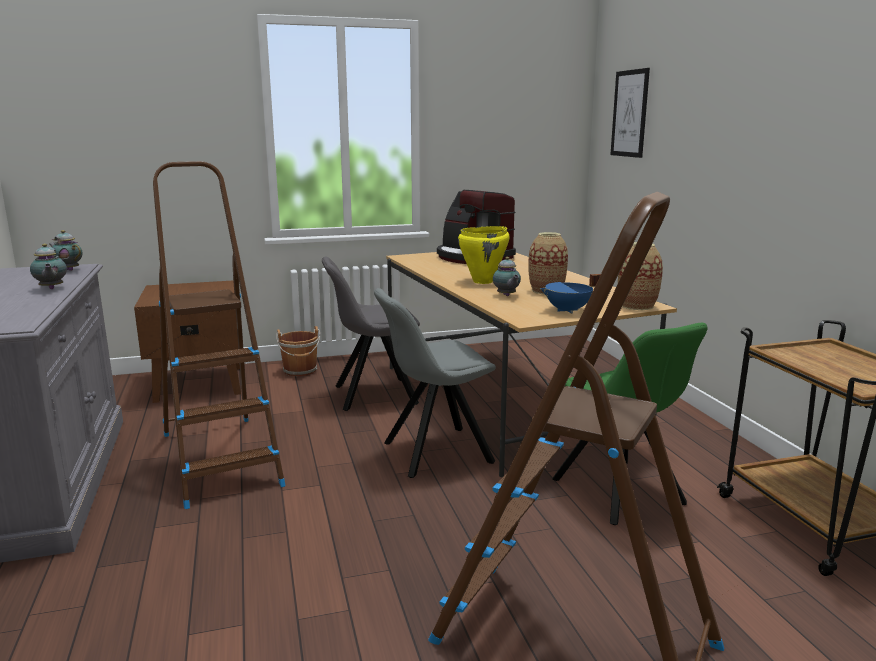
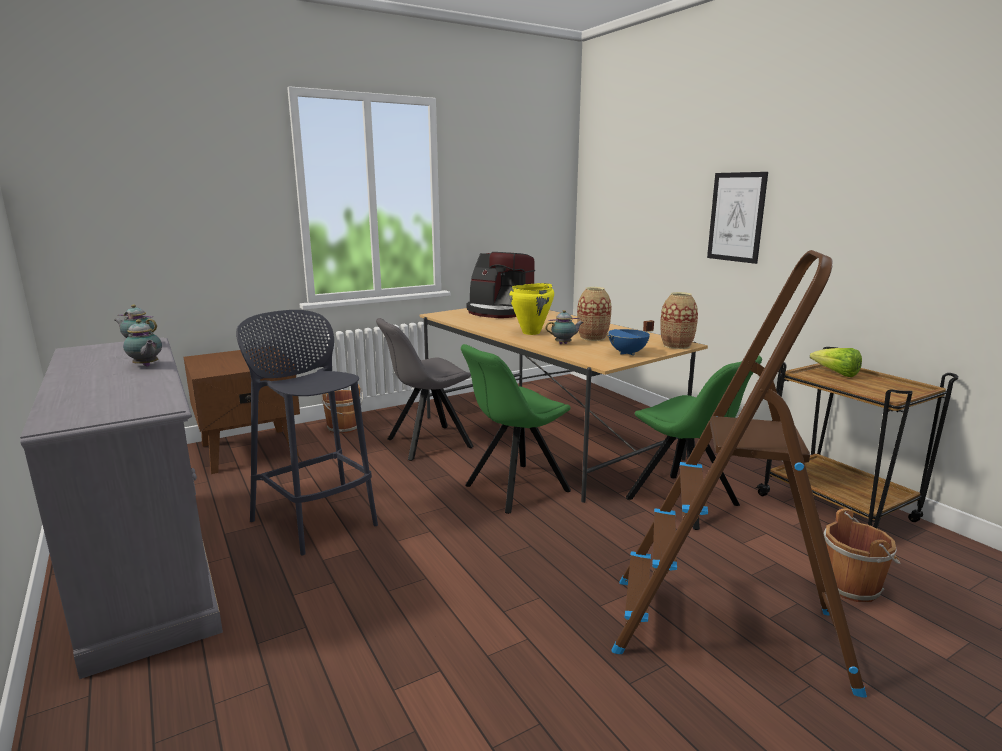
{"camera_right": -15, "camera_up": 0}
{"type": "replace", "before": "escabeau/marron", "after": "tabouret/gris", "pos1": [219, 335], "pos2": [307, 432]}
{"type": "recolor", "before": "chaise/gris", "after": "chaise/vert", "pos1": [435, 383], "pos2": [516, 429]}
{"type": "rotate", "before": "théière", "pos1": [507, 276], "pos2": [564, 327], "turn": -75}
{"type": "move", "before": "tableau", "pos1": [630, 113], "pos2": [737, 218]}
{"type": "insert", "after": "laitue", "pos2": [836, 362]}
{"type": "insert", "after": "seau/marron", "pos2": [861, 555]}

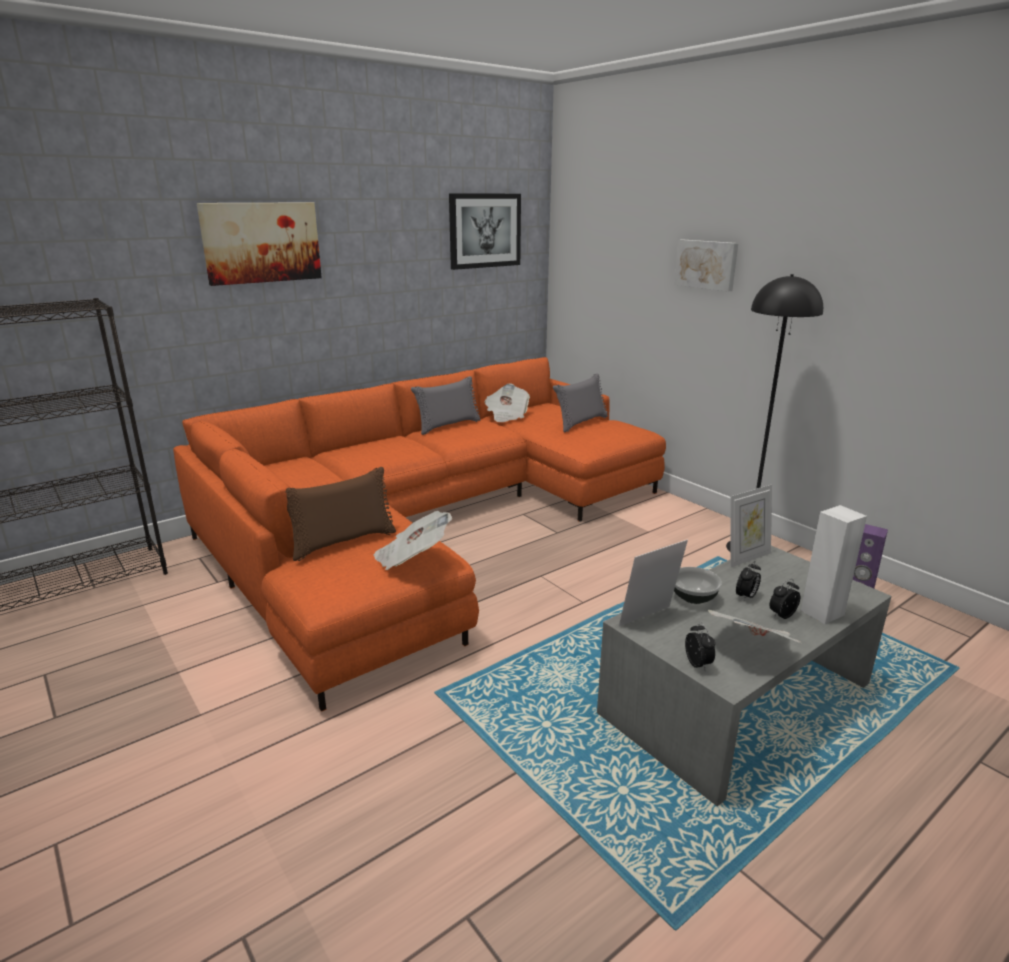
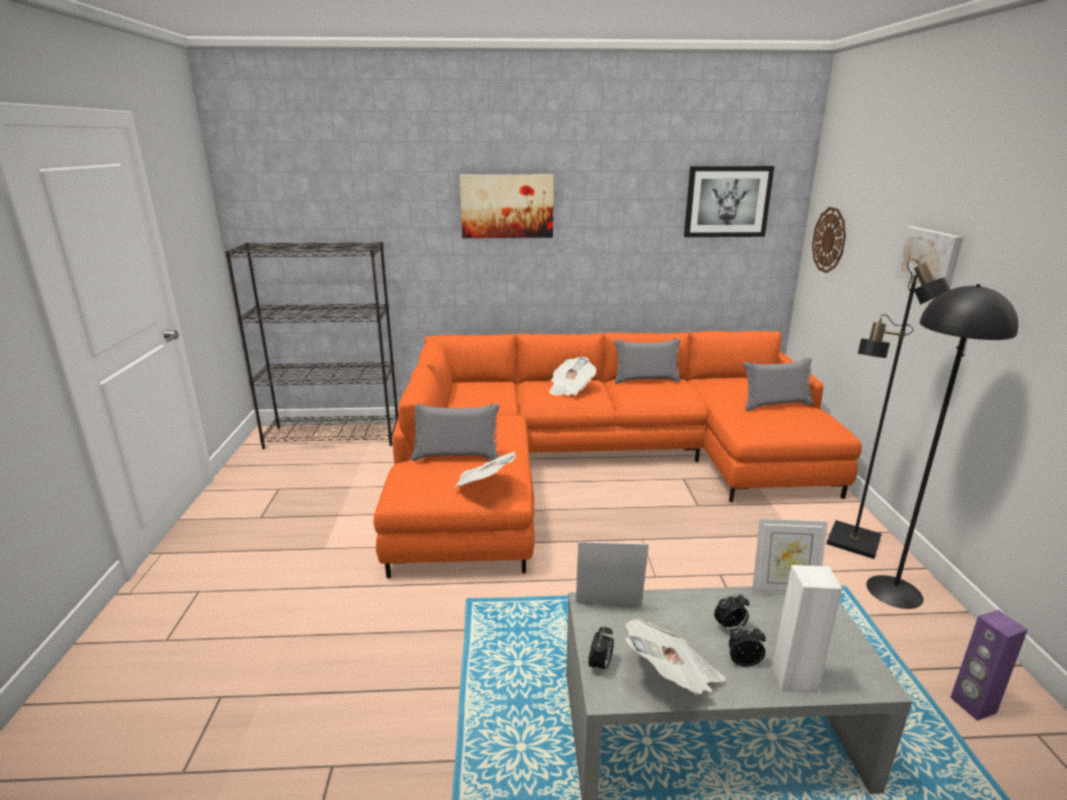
{"camera_right": 35, "camera_up": 0}
{"type": "recolor", "before": "coussin/marron", "after": "coussin/gris", "pos1": [340, 514], "pos2": [455, 432]}
{"type": "move", "before": "journal", "pos1": [507, 402], "pos2": [572, 376]}
{"type": "delete", "before": "bol", "pos1": [698, 585]}
{"type": "insert", "after": "horloge murale", "pos2": [829, 240]}
{"type": "insert", "after": "lampadaire/noir", "pos2": [888, 409]}

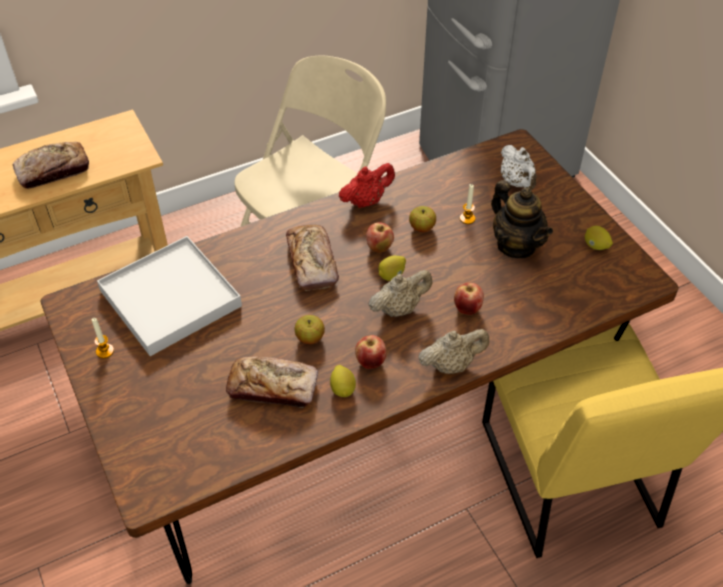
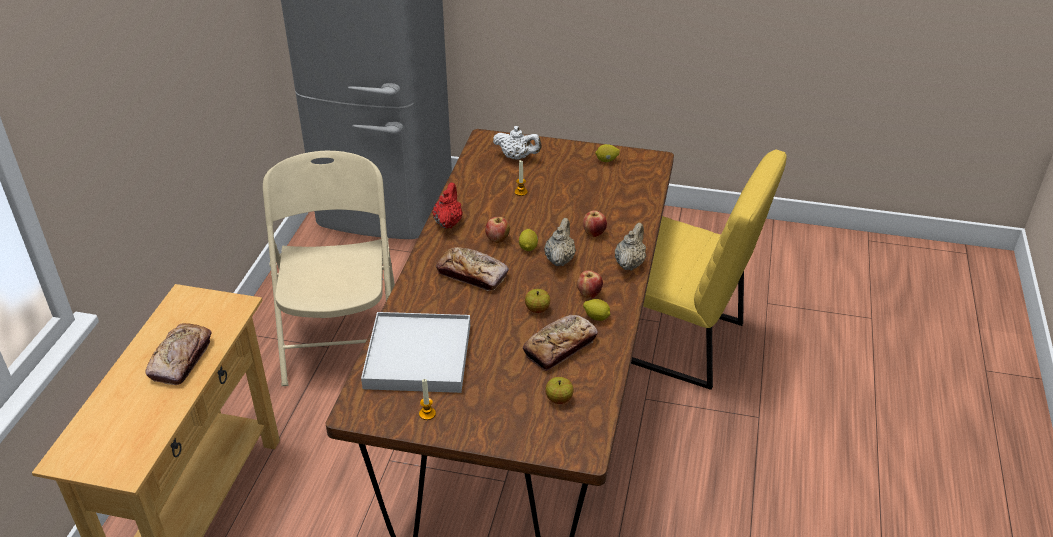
{"camera_right": -50, "camera_up": -10}
{"type": "move", "before": "pomme", "pos1": [422, 219], "pos2": [559, 390]}
{"type": "delete", "before": "théière", "pos1": [522, 219]}

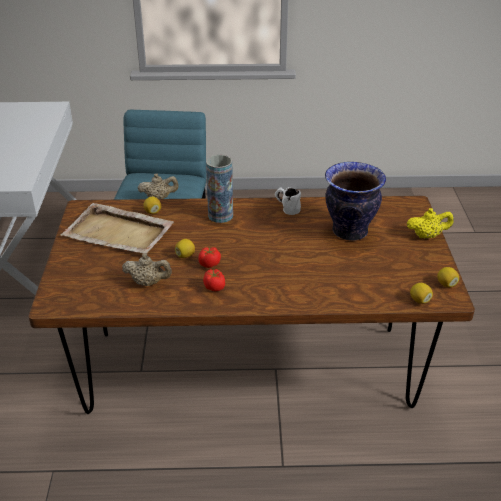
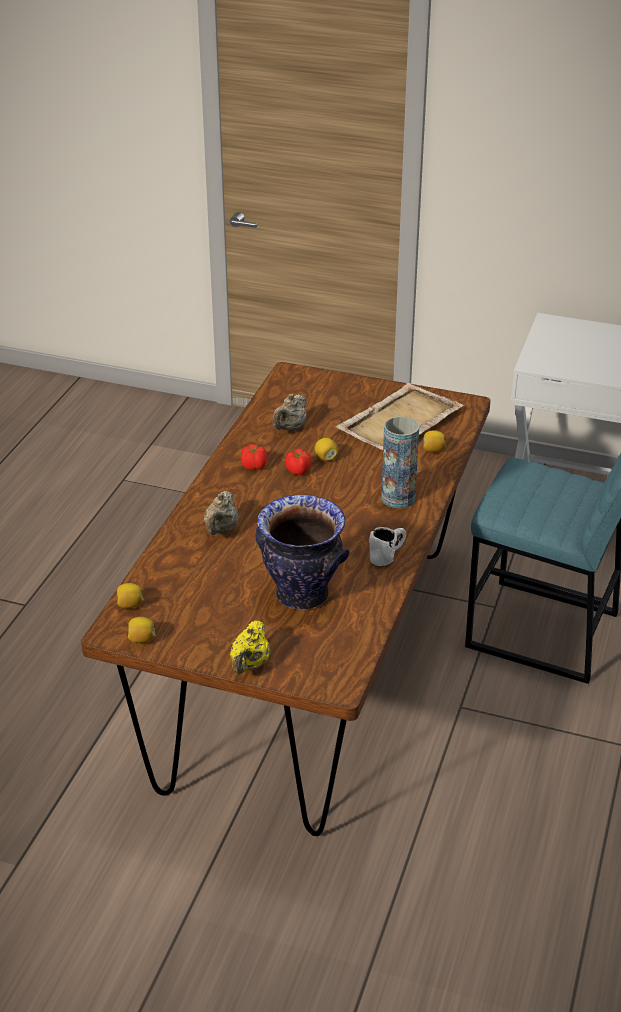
{"camera_right": 110, "camera_up": 0}
{"type": "move", "before": "théière/beige", "pos1": [158, 186], "pos2": [221, 513]}

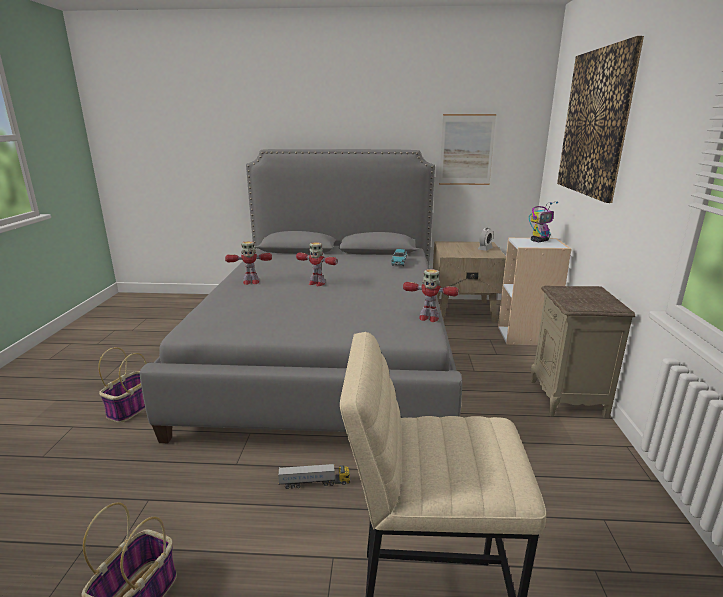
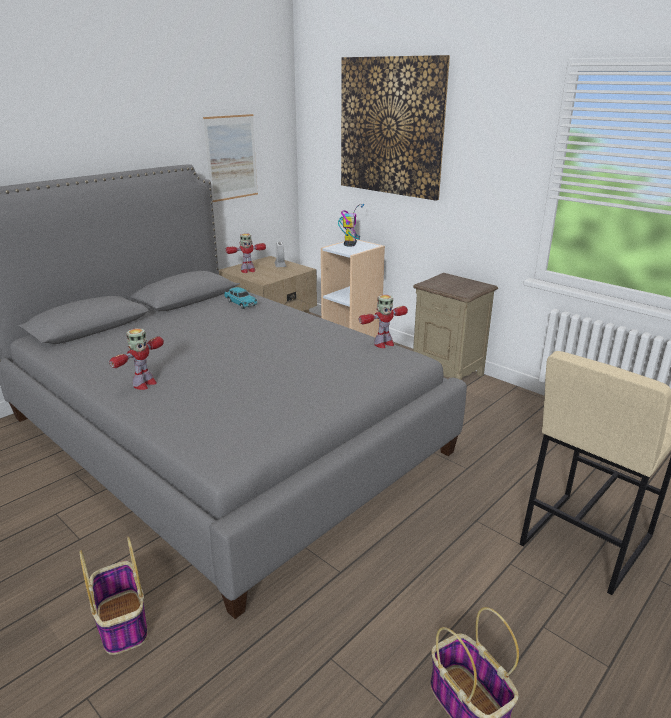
{"camera_right": -50, "camera_up": 5}
{"type": "delete", "before": "camion jouet", "pos1": [314, 476]}
{"type": "move", "before": "robot jouet", "pos1": [317, 264], "pos2": [245, 253]}

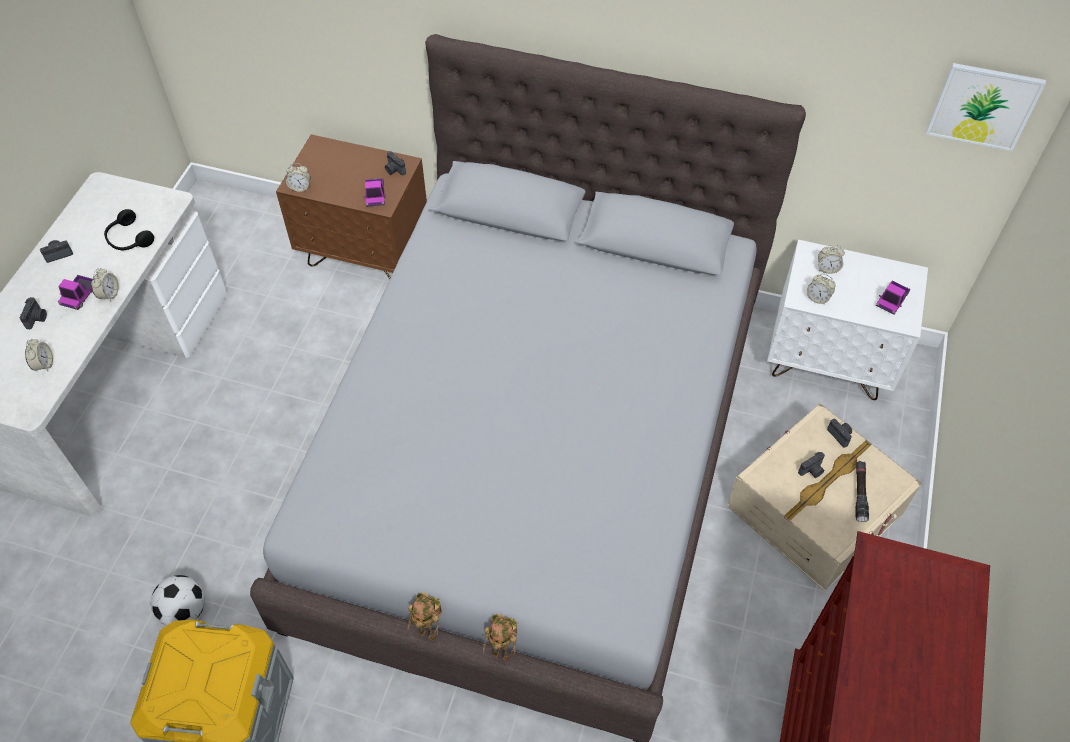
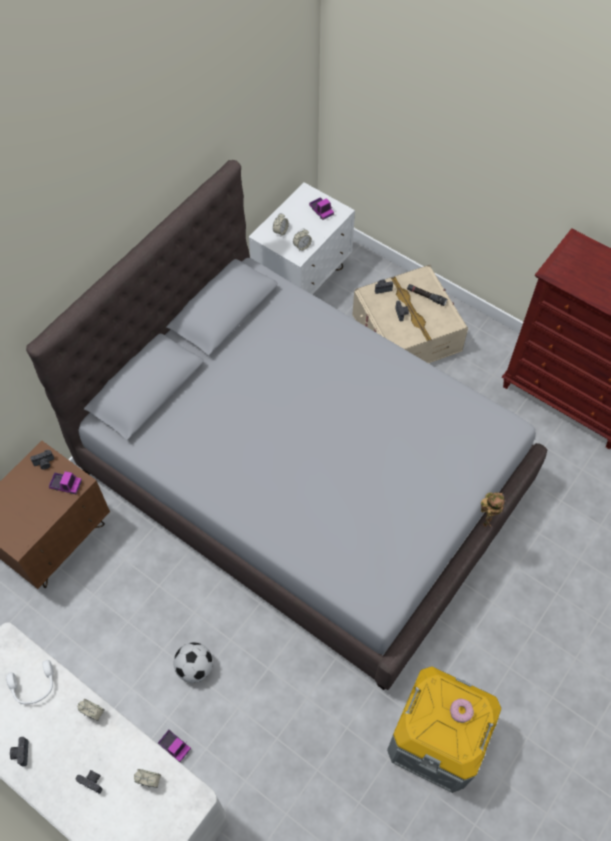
{"camera_right": -70, "camera_up": 5}
{"type": "move", "before": "camion jouet", "pos1": [75, 292], "pos2": [174, 746]}
{"type": "recolor", "before": "casque audio/noir", "after": "casque audio/blanc", "pos1": [129, 229], "pos2": [30, 682]}
{"type": "move", "before": "ballon de foot", "pos1": [178, 600], "pos2": [193, 662]}
{"type": "delete", "before": "réveil", "pos1": [298, 177]}
{"type": "delete", "before": "robot jouet", "pos1": [424, 616]}
{"type": "delete", "before": "tableau", "pos1": [986, 107]}
{"type": "insert", "after": "beignet", "pos2": [462, 710]}

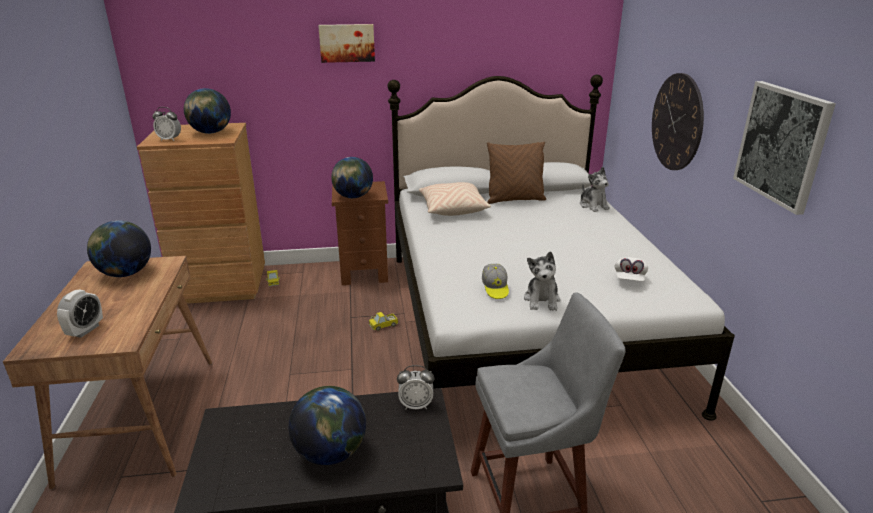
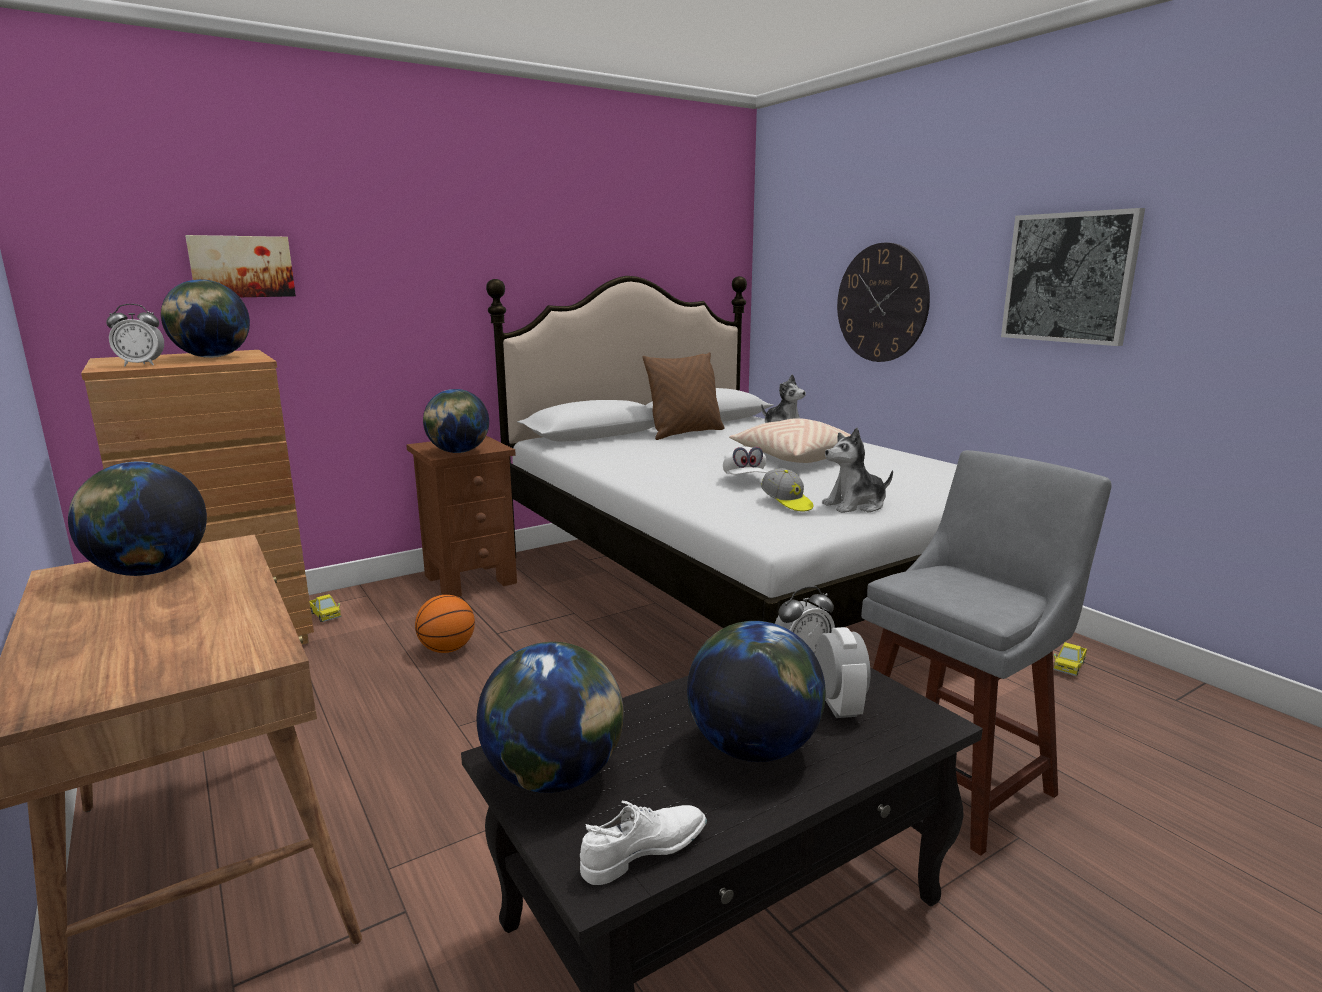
{"camera_right": -25, "camera_up": -10}
{"type": "move", "before": "réveil", "pos1": [80, 313], "pos2": [843, 672]}
{"type": "move", "before": "tableau", "pos1": [346, 43], "pos2": [240, 266]}
{"type": "move", "before": "camion jouet", "pos1": [383, 321], "pos2": [1070, 659]}
{"type": "move", "before": "coussin/beige", "pos1": [455, 199], "pos2": [790, 440]}
{"type": "rotate", "before": "peluche", "pos1": [542, 281], "pos2": [857, 470], "turn": 90}
{"type": "move", "before": "casquette/blanc", "pos1": [631, 269], "pos2": [745, 461]}
{"type": "insert", "after": "ballon de basket", "pos2": [445, 624]}
{"type": "insert", "after": "globe", "pos2": [550, 717]}
{"type": "insert", "after": "chaussure/blanc", "pos2": [643, 843]}

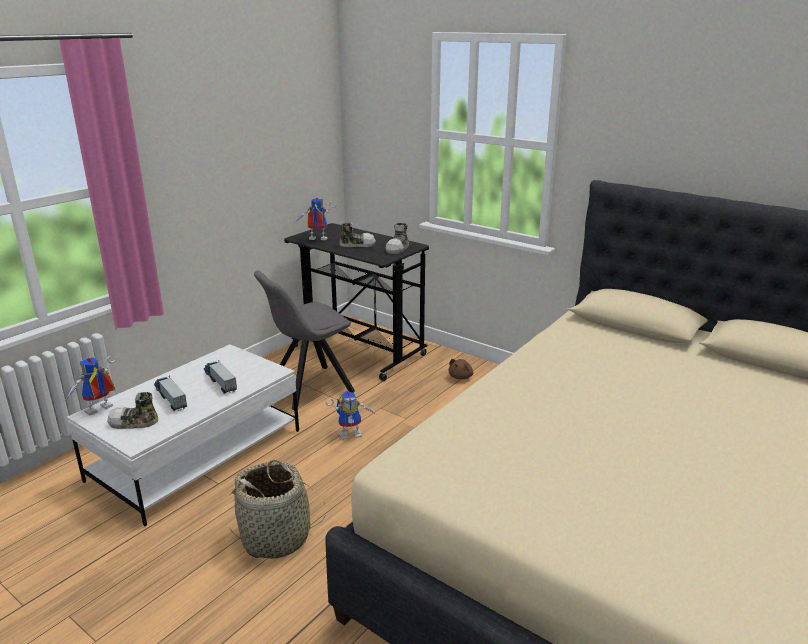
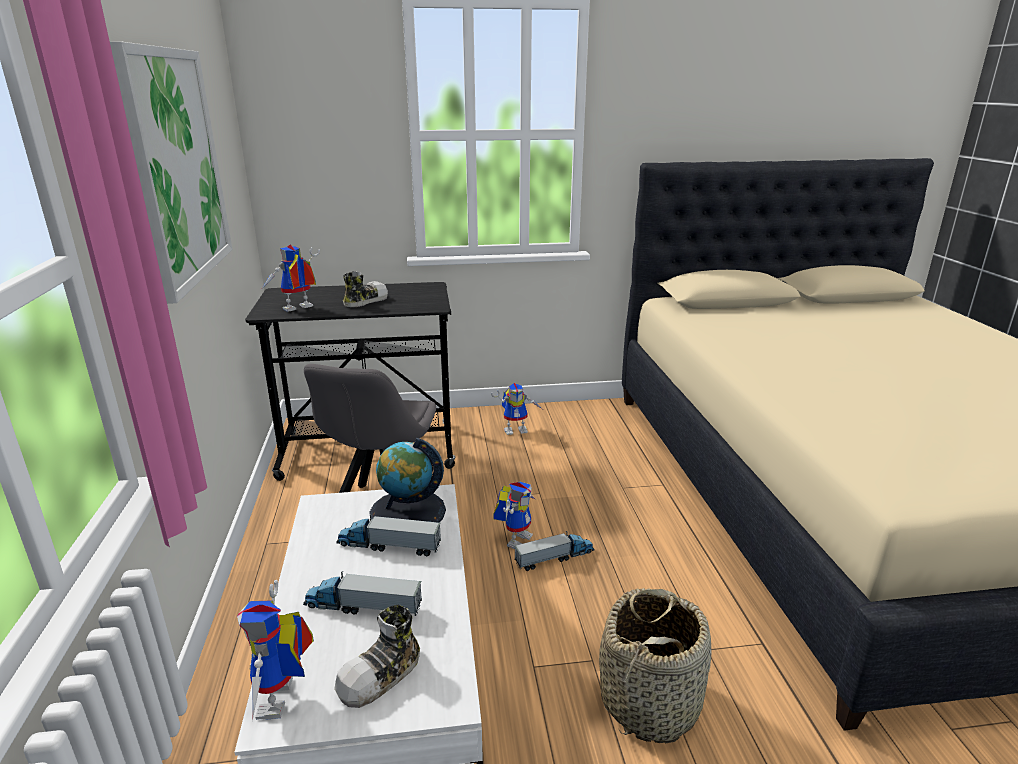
{"camera_right": -45, "camera_up": 0}
{"type": "delete", "before": "chaussure", "pos1": [397, 238]}
{"type": "replace", "before": "peluche/marron", "after": "robot jouet", "pos1": [461, 369], "pos2": [516, 409]}
{"type": "insert", "after": "tableau", "pos2": [171, 172]}
{"type": "insert", "after": "globe", "pos2": [407, 480]}
{"type": "insert", "after": "camion jouet", "pos2": [555, 551]}

